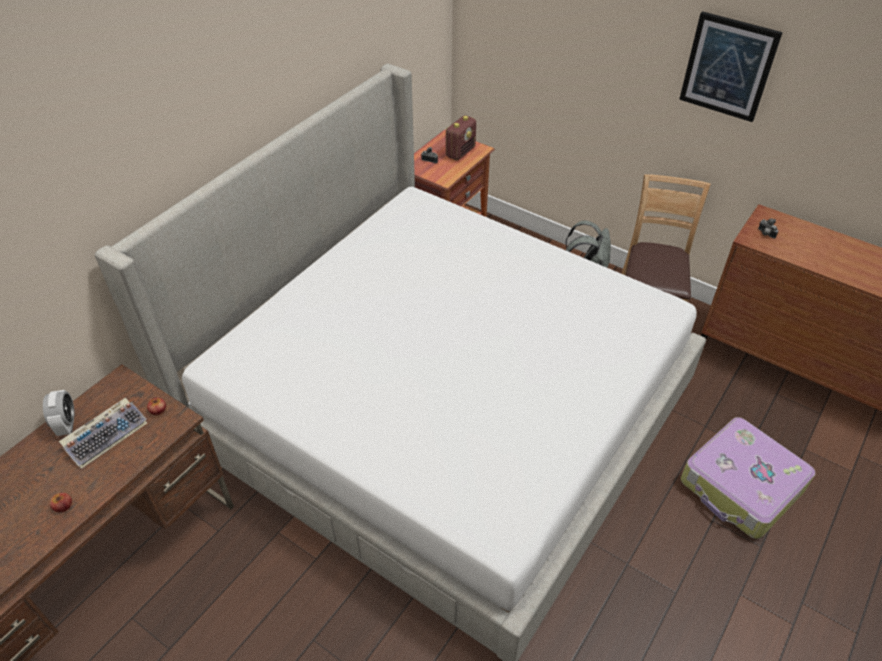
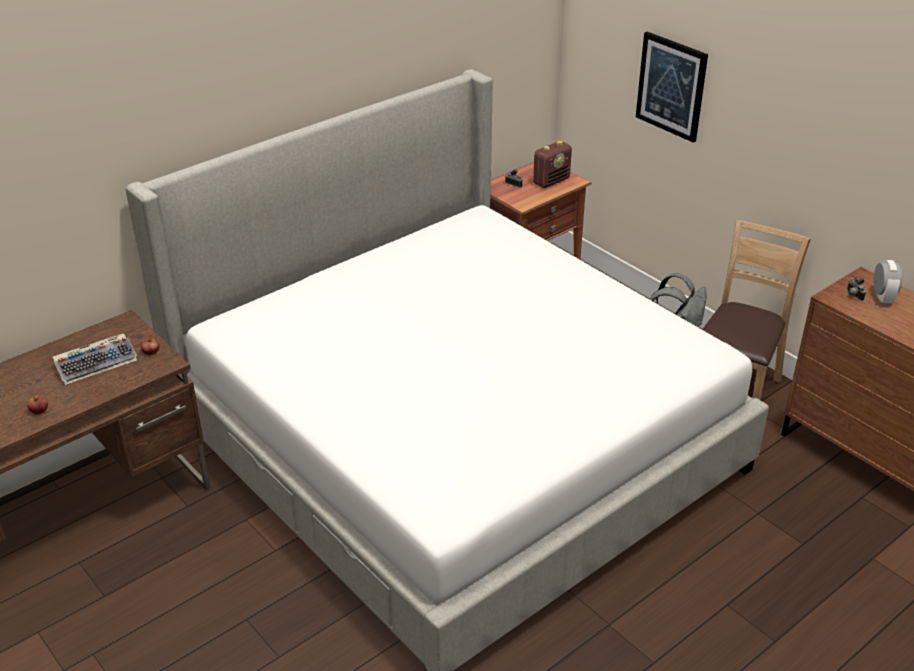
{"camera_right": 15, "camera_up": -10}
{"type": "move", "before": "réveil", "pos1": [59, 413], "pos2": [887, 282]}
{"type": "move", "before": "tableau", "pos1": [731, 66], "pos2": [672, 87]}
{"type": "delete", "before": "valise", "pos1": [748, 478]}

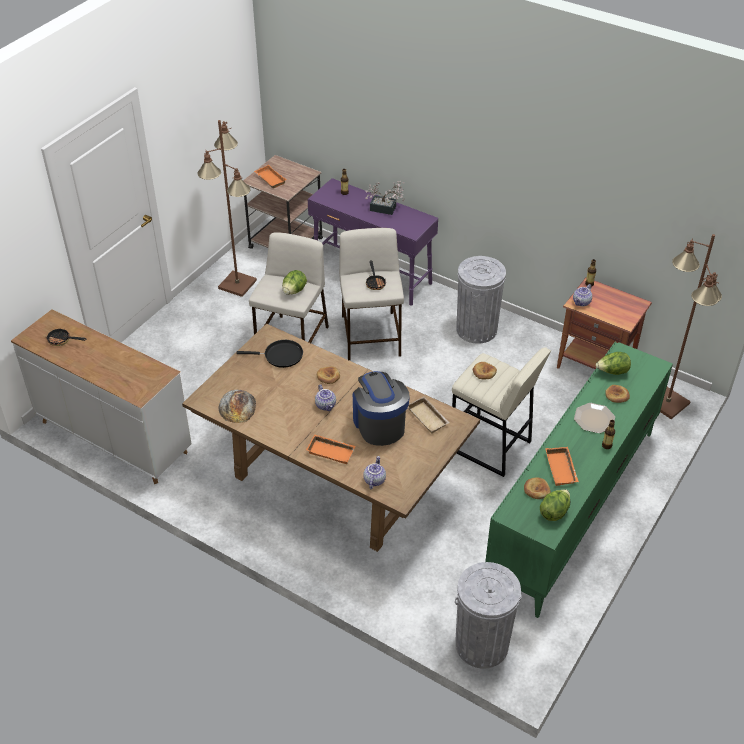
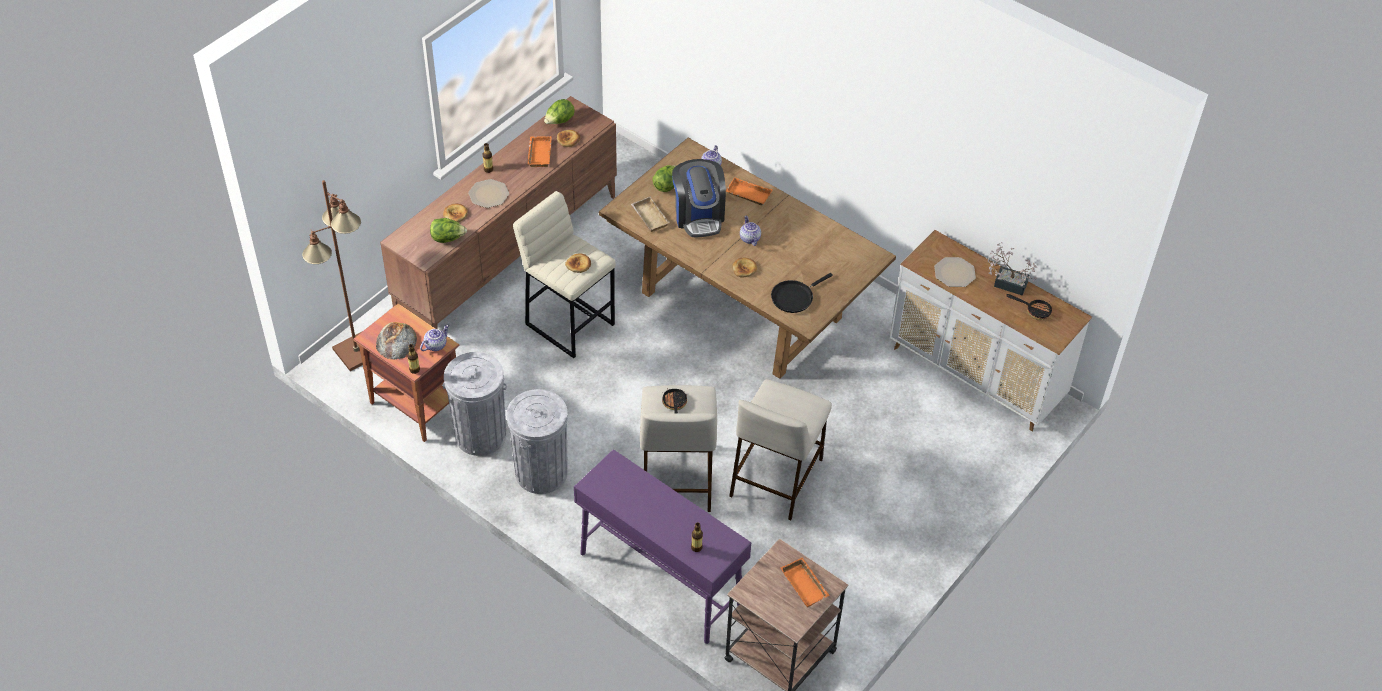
{"camera_right": -175, "camera_up": 5}
{"type": "delete", "before": "lampadaire/marron", "pos1": [227, 208]}
{"type": "move", "before": "pain", "pos1": [237, 406], "pos2": [396, 341]}
{"type": "rotate", "before": "poêle/noir", "pos1": [269, 354], "pos2": [802, 293], "turn": -45}
{"type": "move", "before": "laitue", "pos1": [294, 282], "pos2": [664, 178]}
{"type": "move", "before": "plante en pot", "pos1": [384, 198], "pos2": [1013, 269]}
{"type": "move", "before": "poubelle/gris", "pos1": [488, 615], "pos2": [475, 404]}
{"type": "recolor", "before": "meuble de rangement/vert", "after": "meuble de rangement/marron", "pos1": [579, 480], "pos2": [498, 212]}
{"type": "insert", "after": "assiette", "pos2": [955, 272]}

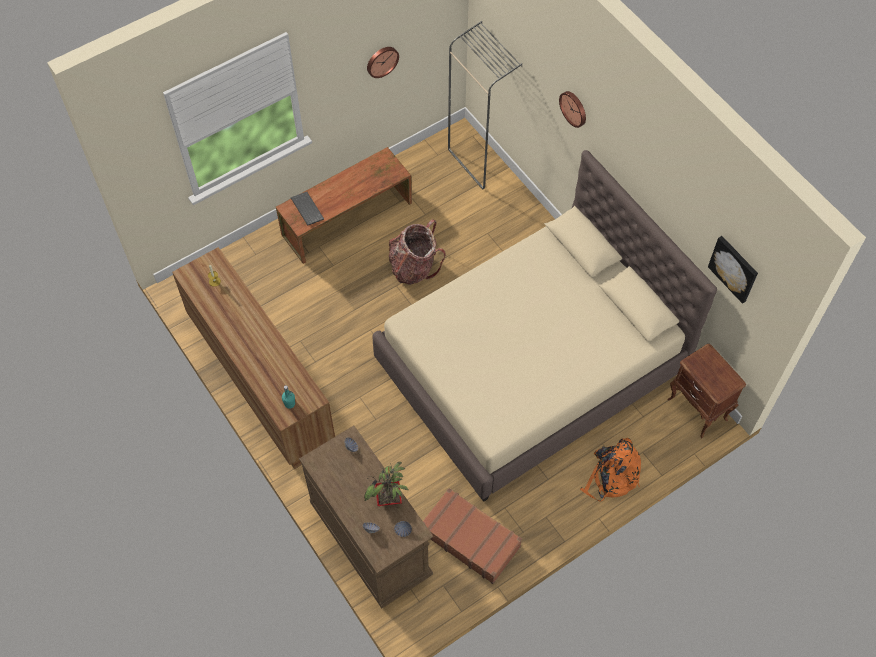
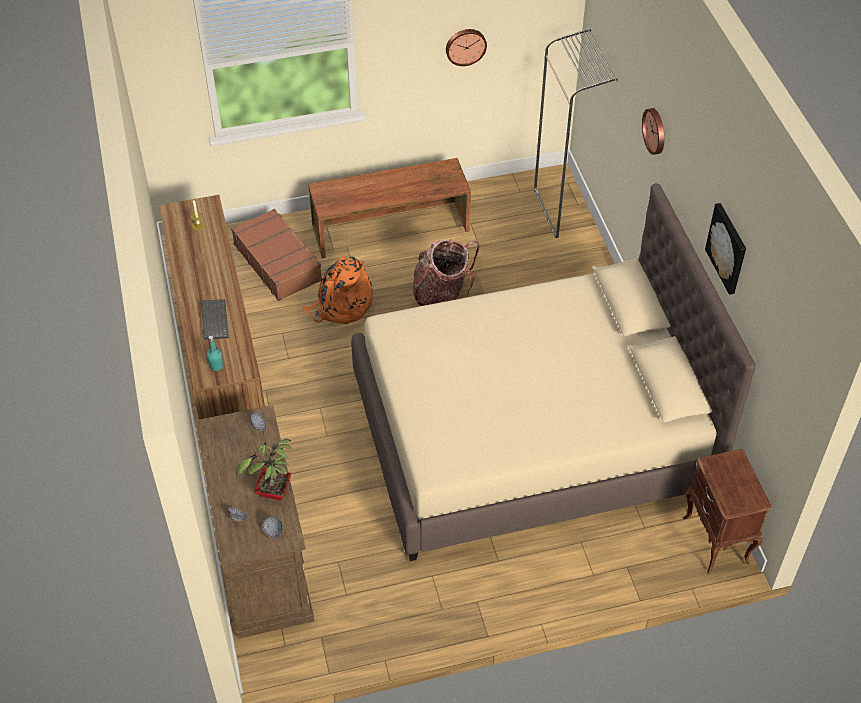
{"camera_right": 20, "camera_up": -10}
{"type": "move", "before": "clavier", "pos1": [307, 208], "pos2": [215, 319]}
{"type": "move", "before": "valise/marron", "pos1": [472, 536], "pos2": [276, 255]}
{"type": "move", "before": "sac à dos/orange", "pos1": [610, 469], "pos2": [338, 289]}
{"type": "move", "before": "tableau", "pos1": [733, 270], "pos2": [725, 249]}

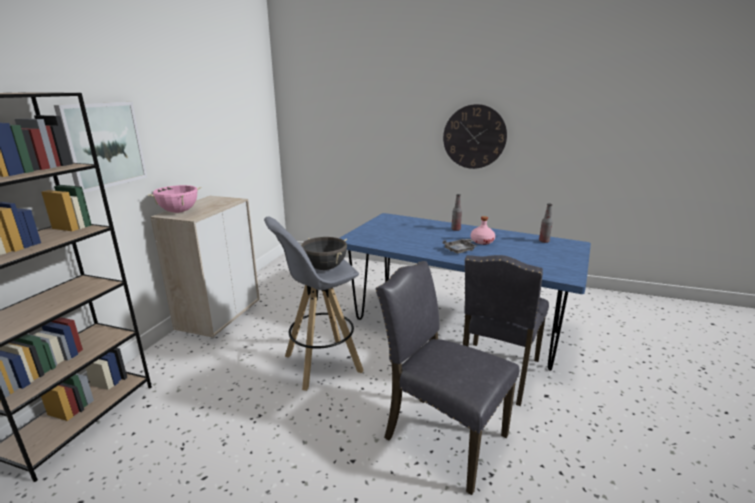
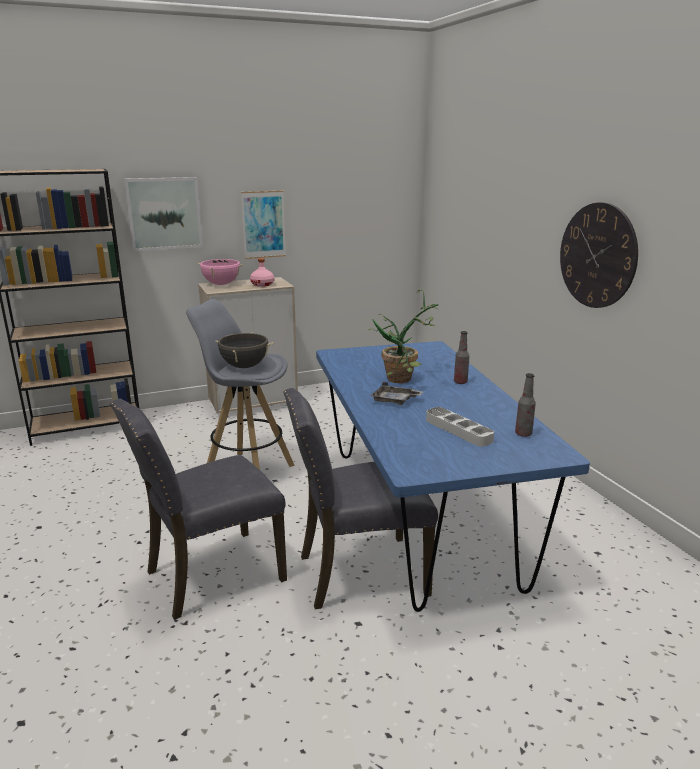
{"camera_right": 50, "camera_up": 0}
{"type": "rotate", "before": "chaise/gris", "pos1": [447, 378], "pos2": [198, 509], "turn": -120}
{"type": "move", "before": "bouteille/rose", "pos1": [483, 230], "pos2": [262, 272]}
{"type": "insert", "after": "tableau", "pos2": [263, 225]}
{"type": "insert", "after": "plante en pot", "pos2": [403, 336]}
{"type": "insert", "after": "plateau/gris", "pos2": [460, 427]}

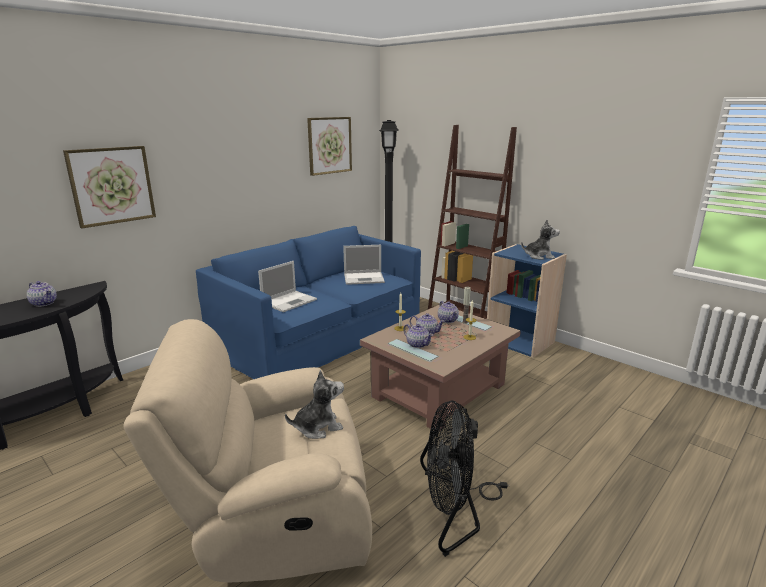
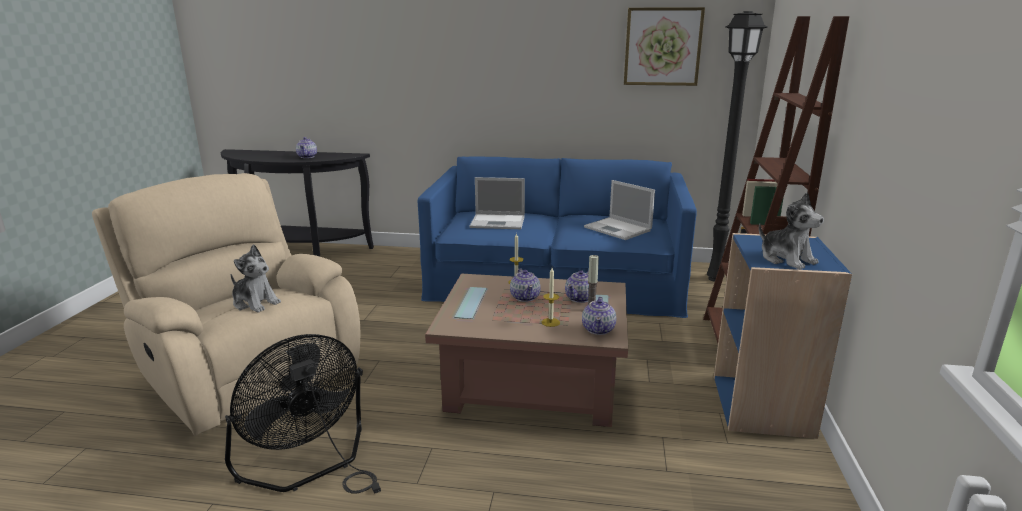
{"camera_right": 55, "camera_up": 0}
{"type": "delete", "before": "tableau", "pos1": [109, 187]}
{"type": "move", "before": "théière", "pos1": [418, 336], "pos2": [599, 316]}

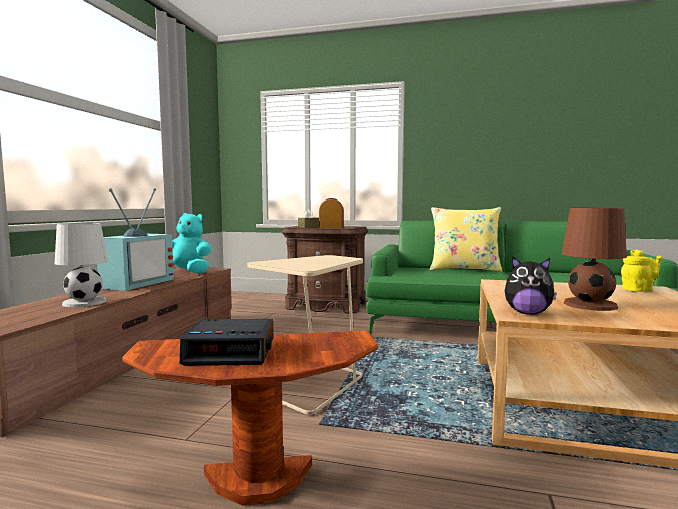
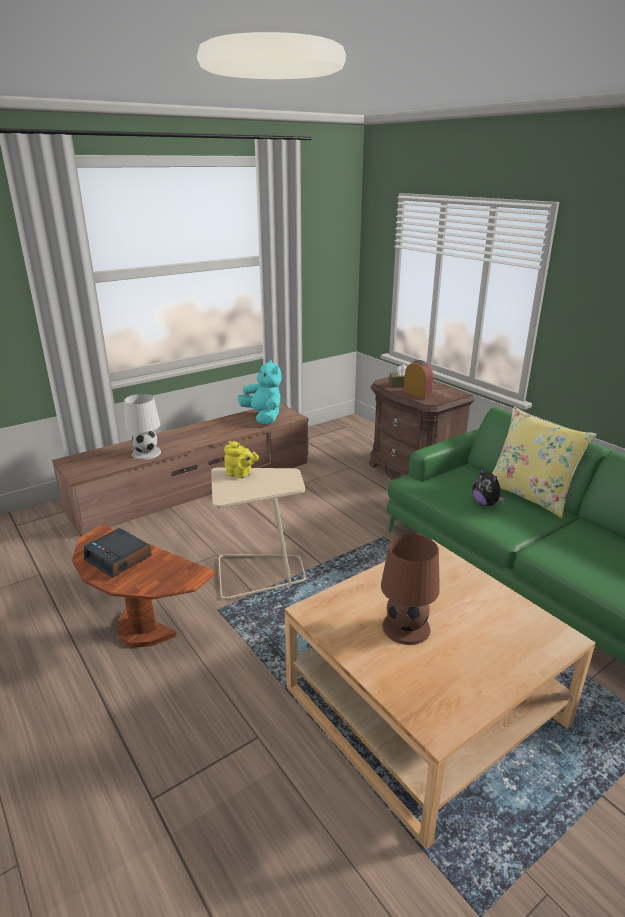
{"camera_right": 40, "camera_up": 20}
{"type": "delete", "before": "téléviseur", "pos1": [135, 239]}
{"type": "move", "before": "peluche", "pos1": [531, 286], "pos2": [488, 486]}
{"type": "move", "before": "théière/jaune", "pos1": [641, 270], "pos2": [241, 459]}

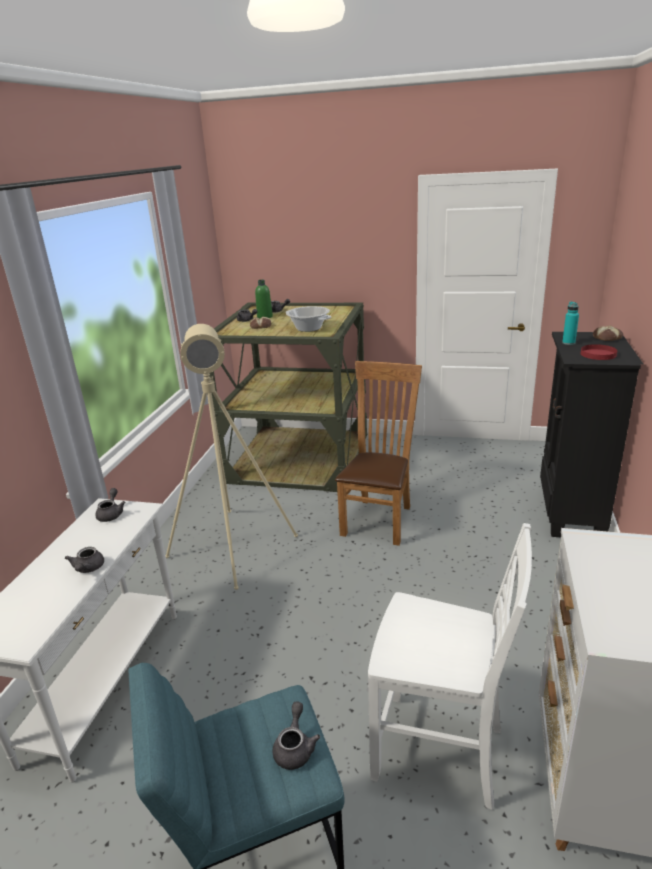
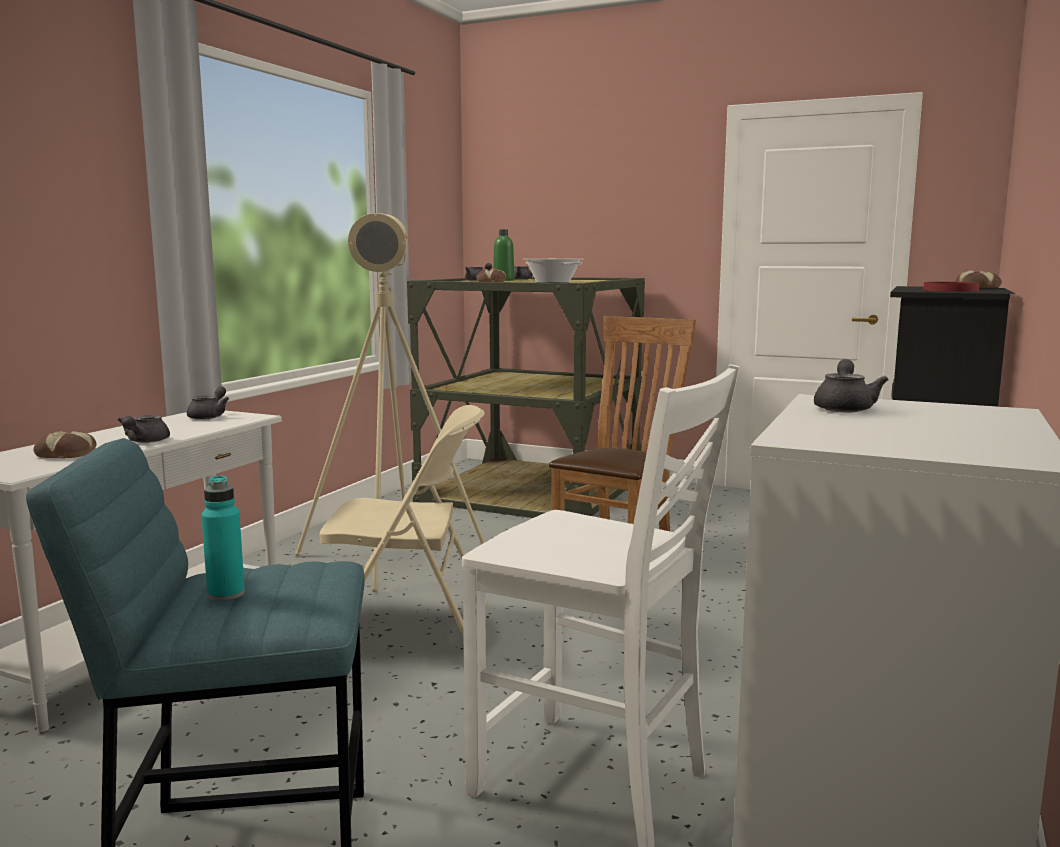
{"camera_right": 10, "camera_up": -15}
{"type": "move", "before": "théière/gris", "pos1": [296, 736], "pos2": [851, 386]}
{"type": "move", "before": "bouteille/turquoise", "pos1": [570, 323], "pos2": [223, 538]}
{"type": "insert", "after": "pain", "pos2": [65, 444]}
{"type": "insert", "after": "chaise/beige", "pos2": [403, 521]}

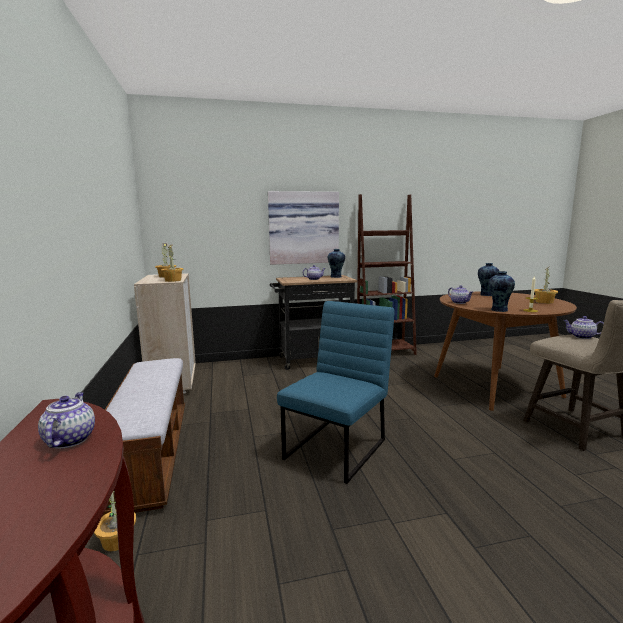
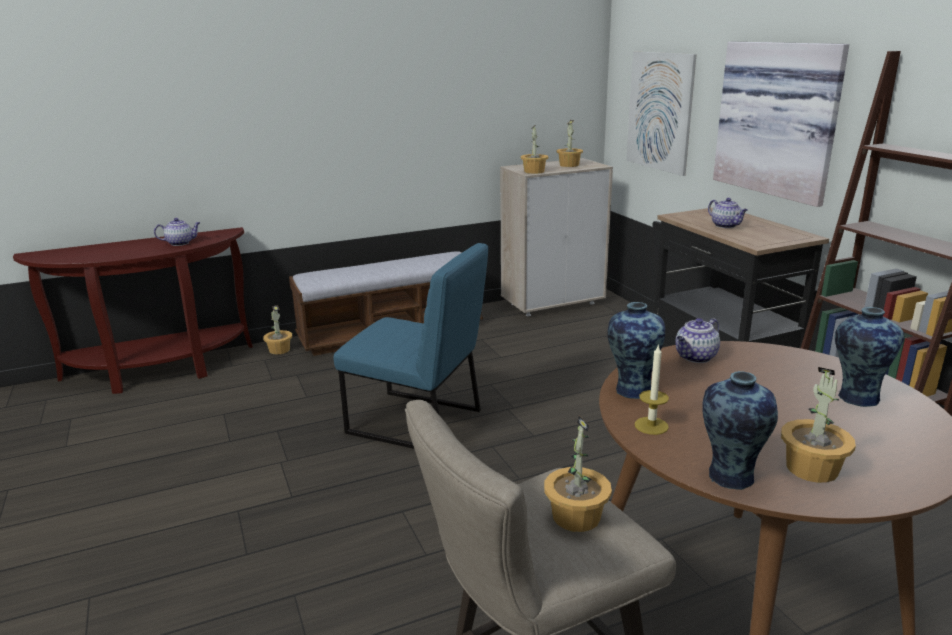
{"camera_right": 80, "camera_up": 10}
{"type": "move", "before": "vase", "pos1": [336, 263], "pos2": [740, 430]}
{"type": "replace", "before": "théière", "after": "plante en pot", "pos1": [583, 327], "pos2": [578, 474]}
{"type": "insert", "after": "tableau", "pos2": [661, 114]}

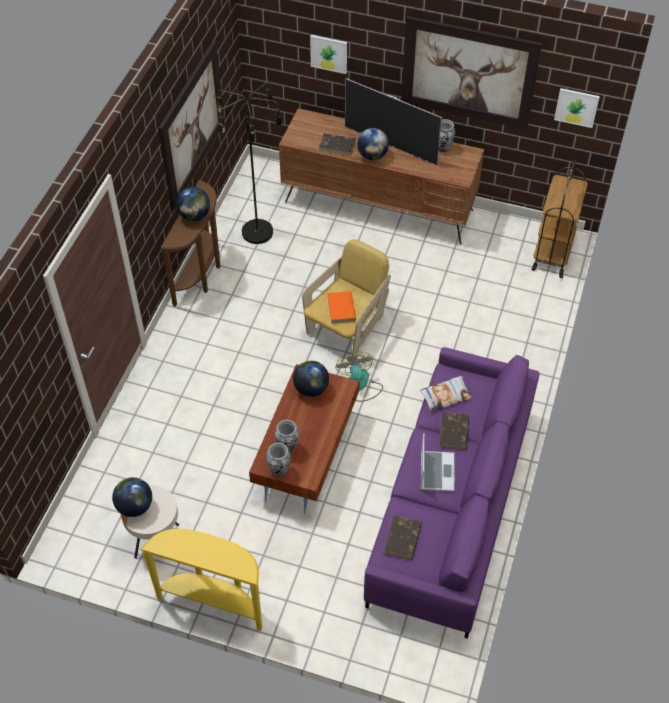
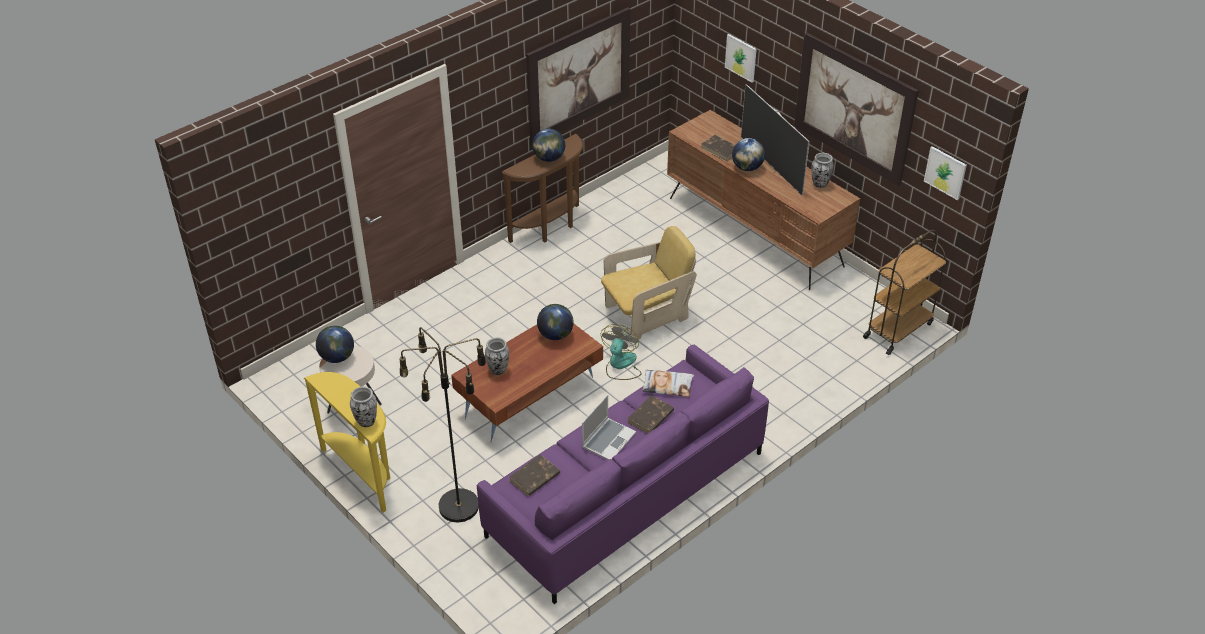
{"camera_right": 30, "camera_up": -10}
{"type": "move", "before": "lampadaire", "pos1": [249, 163], "pos2": [443, 425]}
{"type": "move", "before": "vase", "pos1": [278, 460], "pos2": [363, 407]}
{"type": "delete", "before": "livre/orange", "pos1": [342, 307]}

